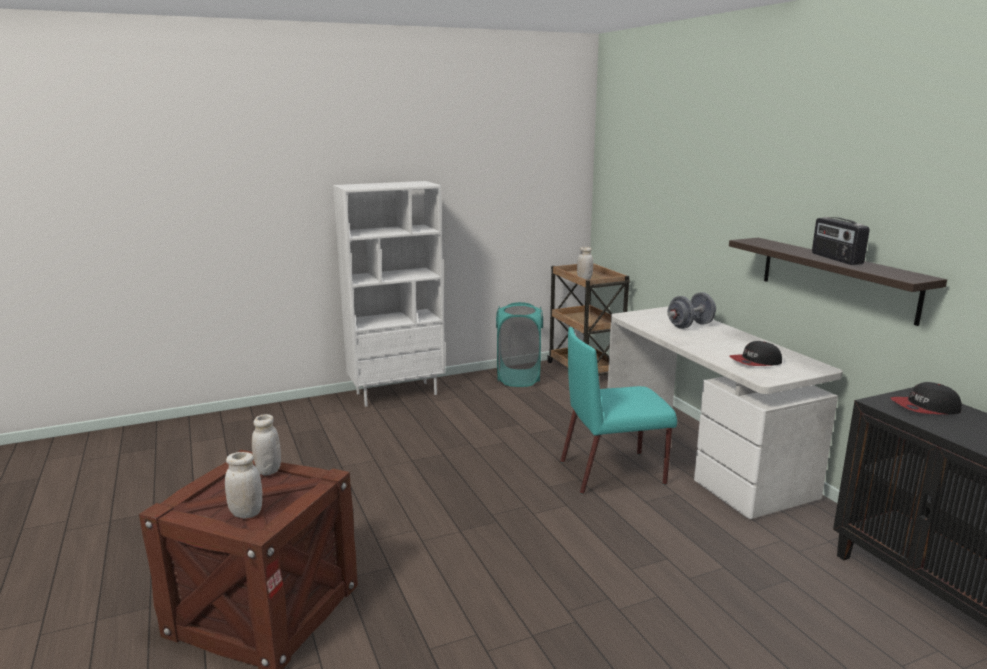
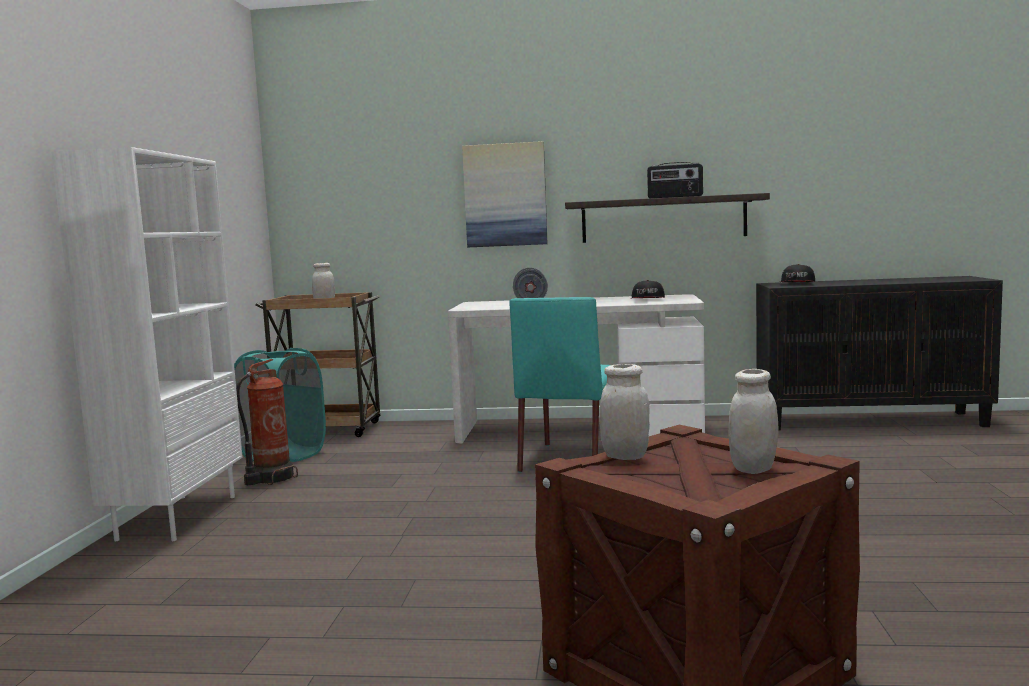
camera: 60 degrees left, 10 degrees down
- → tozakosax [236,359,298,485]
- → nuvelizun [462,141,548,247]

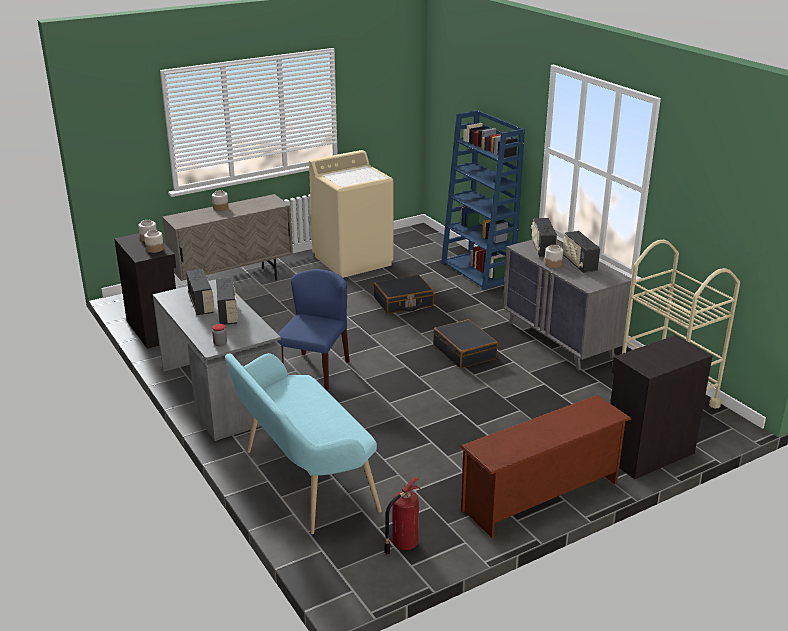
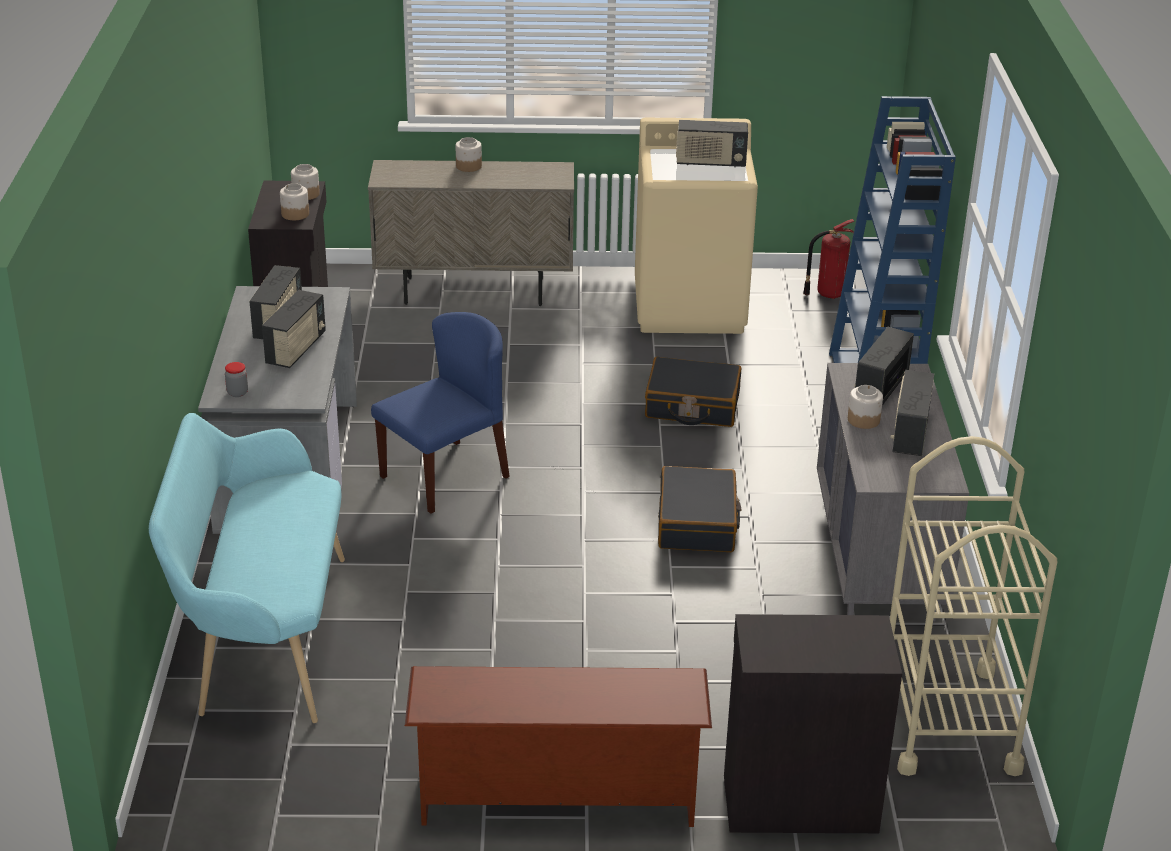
camera: 30 degrees right, 5 degrees up
- → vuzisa [676,120,748,167]
tozakosax [384,476,421,555] → tozakosax [803,219,854,299], moved

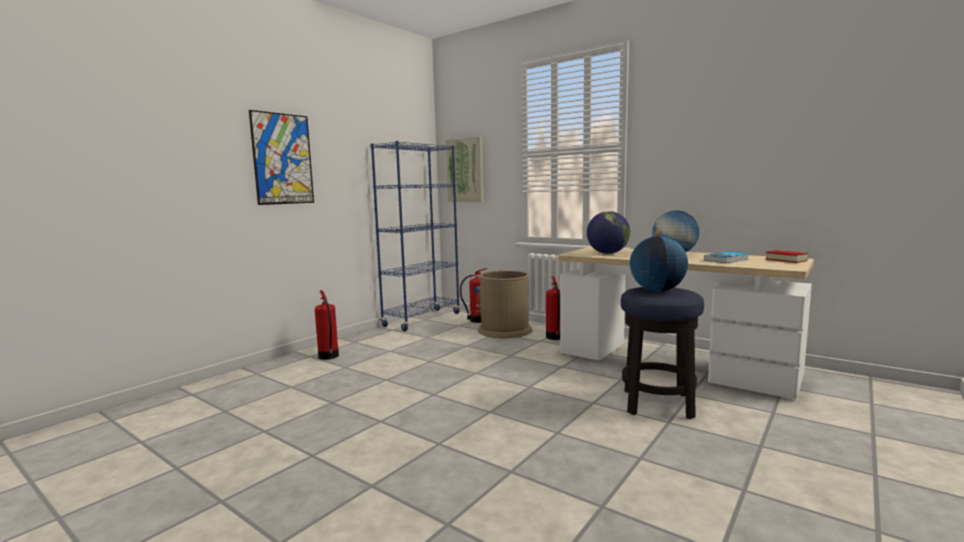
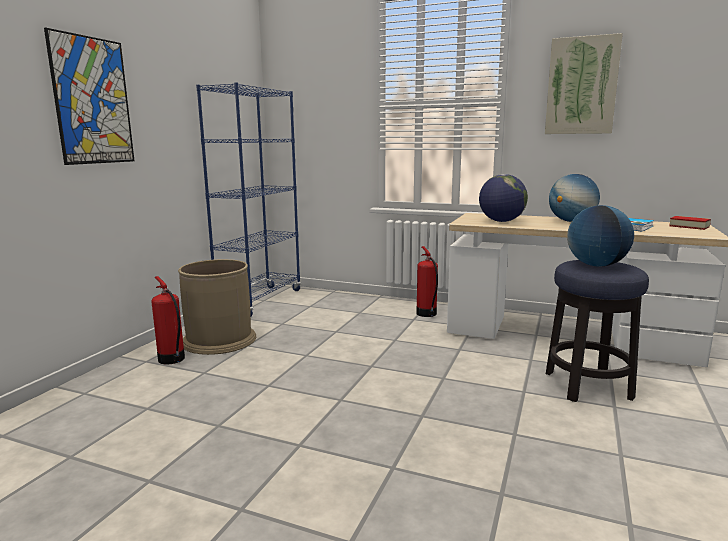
camera: 15 degrees left, 5 degrees up
tozakosax [460,268,487,323] → -
nuvelizun [446,136,484,202] → nuvelizun [545,33,623,134], moved
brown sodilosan [478,271,532,338] → brown sodilosan [178,259,256,355], moved

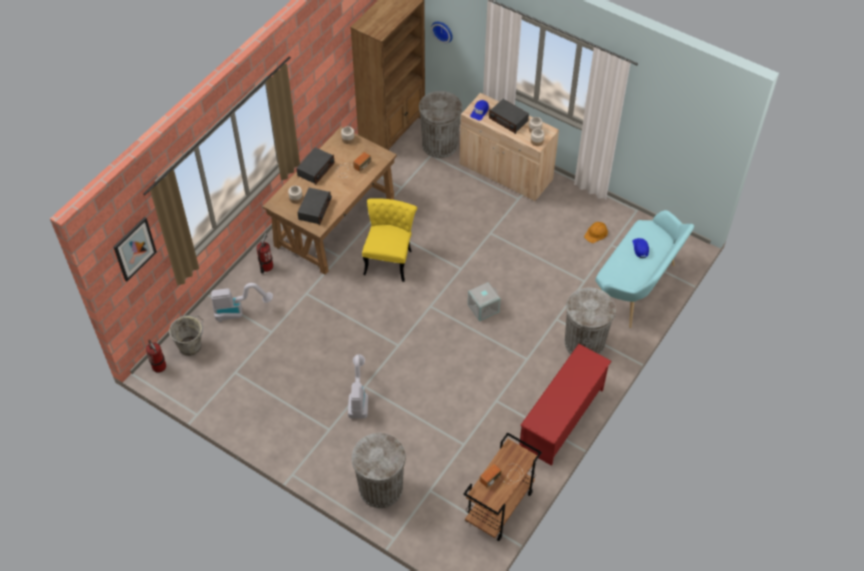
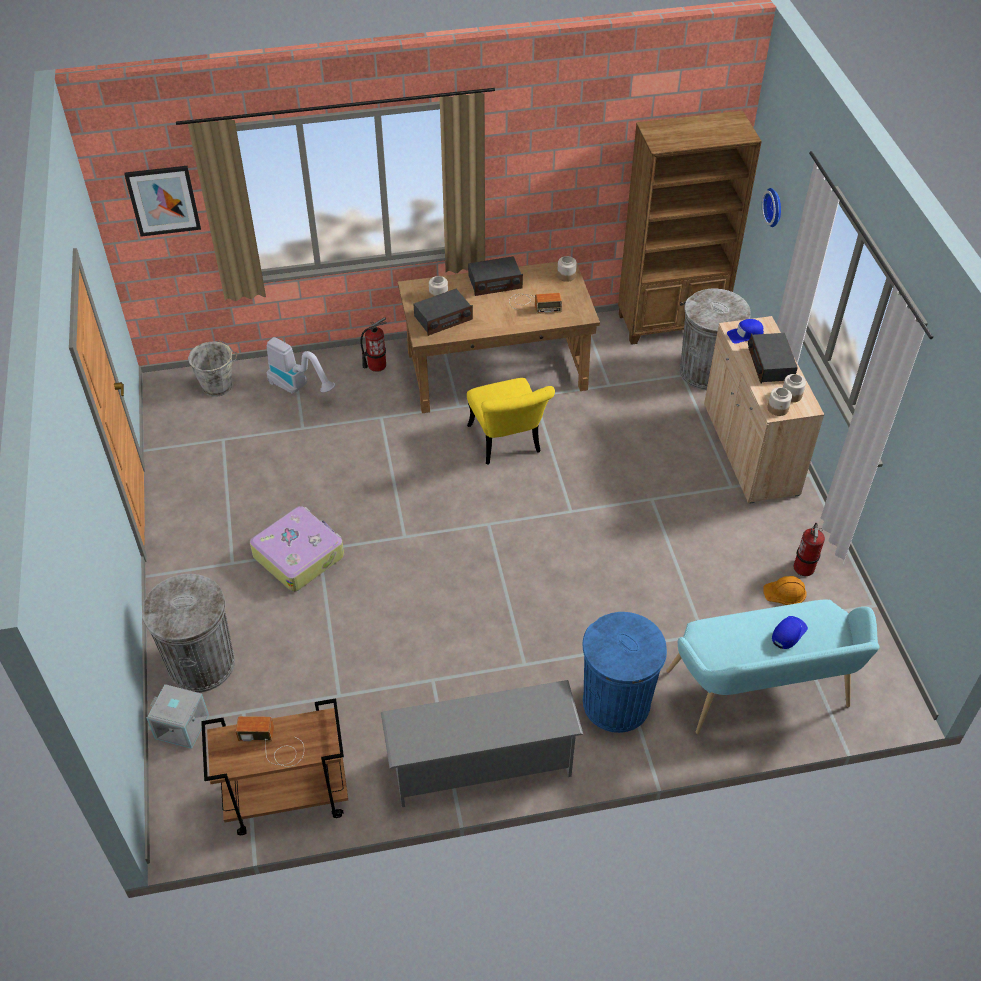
camera: 45 degrees right, 5 degrees down
tozakosax [146,340,166,373] → tozakosax [794,523,825,576], moved
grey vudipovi [468,282,501,321] → grey vudipovi [147,684,209,749], moved
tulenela [348,354,368,418] → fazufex [250,506,344,592]
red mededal [519,344,612,466] → grey mededal [381,680,584,807]
grey sodilosan [564,287,616,355] → blue sodilosan [582,612,667,733]
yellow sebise [362,198,417,282] → yellow sebise [467,378,555,465], 105 degrees clockwise

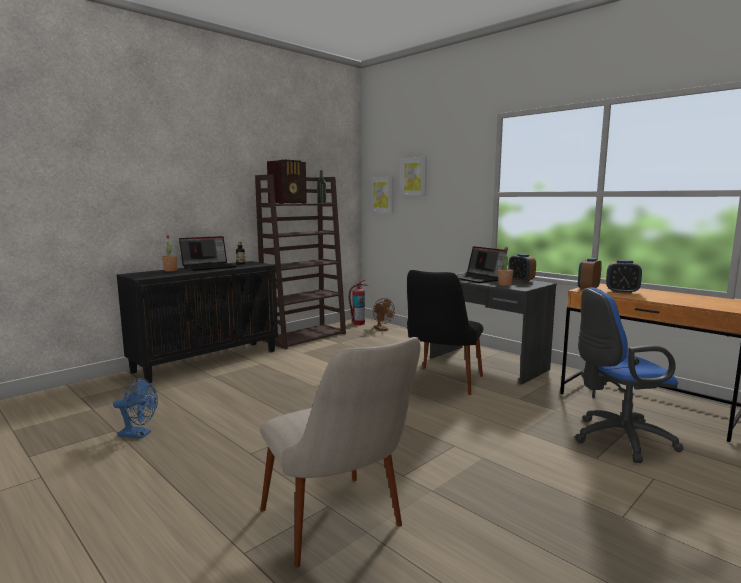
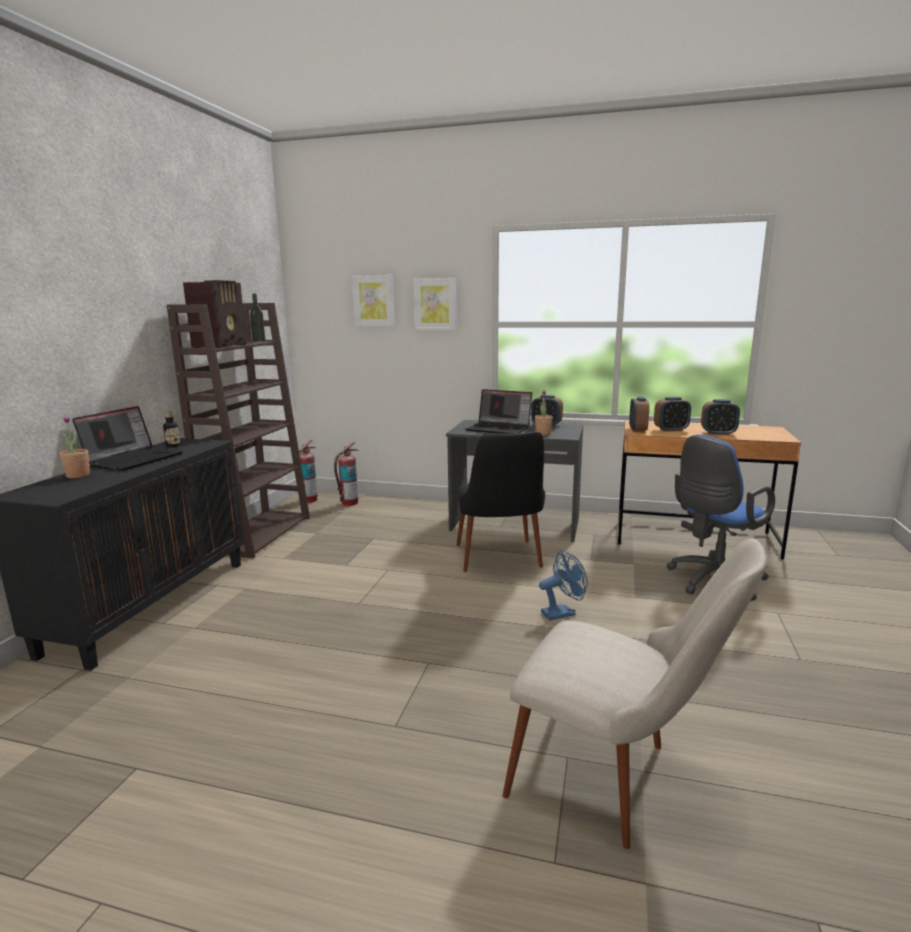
camera: 30 degrees left, 5 degrees up
- → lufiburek [701,399,740,435]
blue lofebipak [113,378,158,439] → blue lofebipak [539,550,588,620], moved
nuvelizun [370,177,394,213] → nuvelizun [413,278,457,330], moved
brown lofebipak [373,298,395,331] → tozakosax [334,442,359,506]

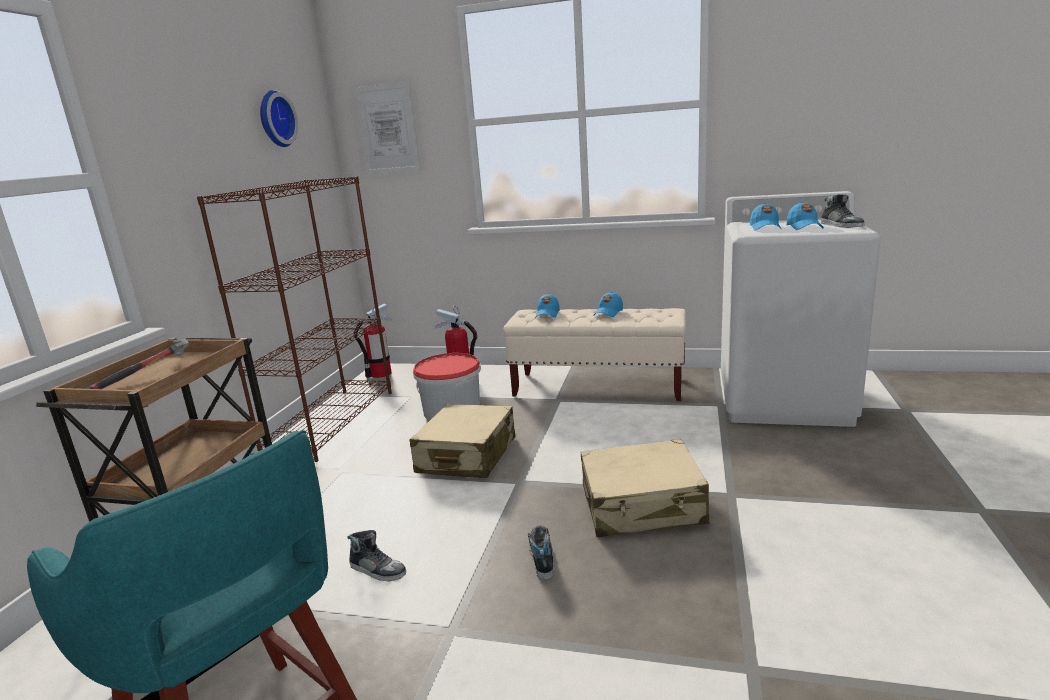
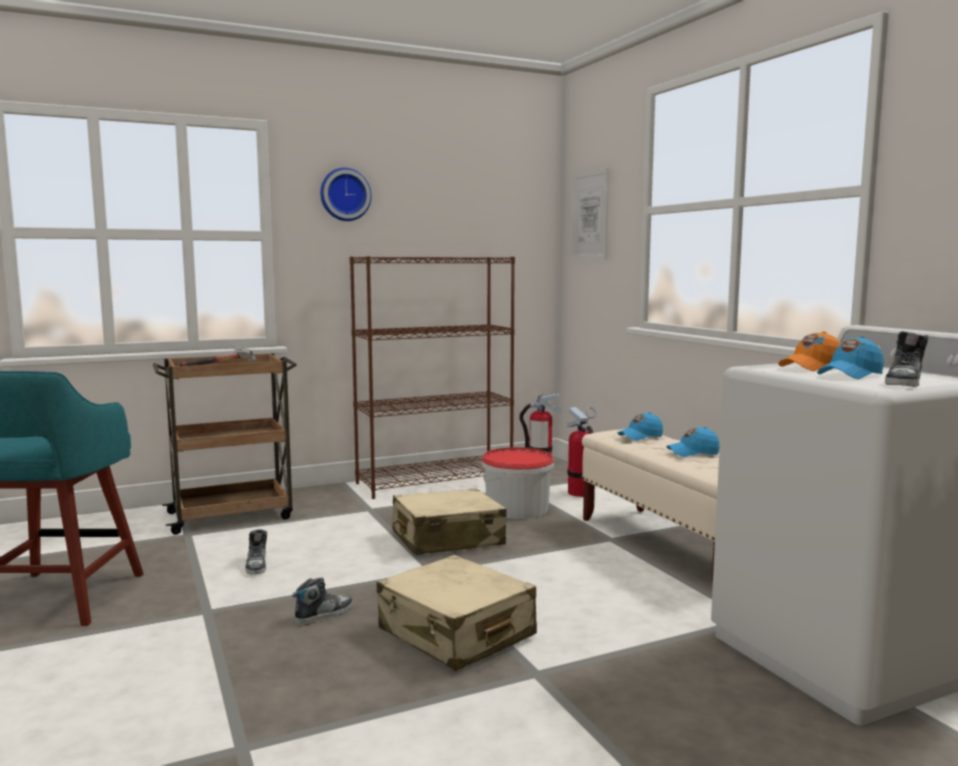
camera: 50 degrees right, 10 degrees down
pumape [260,90,298,147] → pumape [320,168,372,221], moved
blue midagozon [750,203,781,230] → orange midagozon [778,332,841,371]

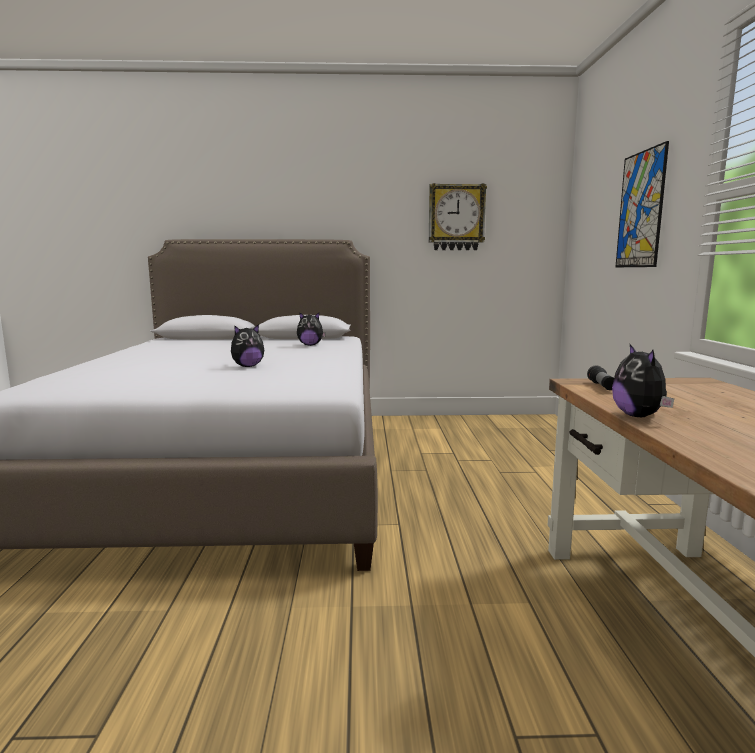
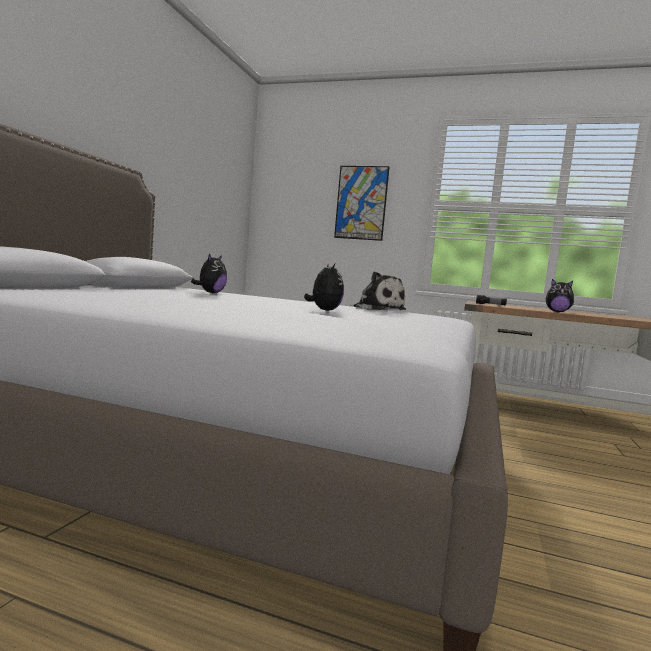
camera: 70 degrees left, 5 degrees down
pumape [429,183,487,250] → -
- → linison [350,271,406,310]

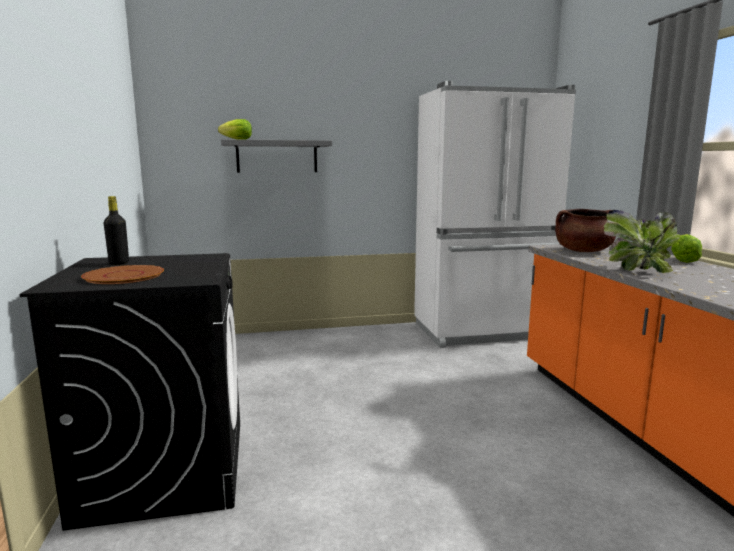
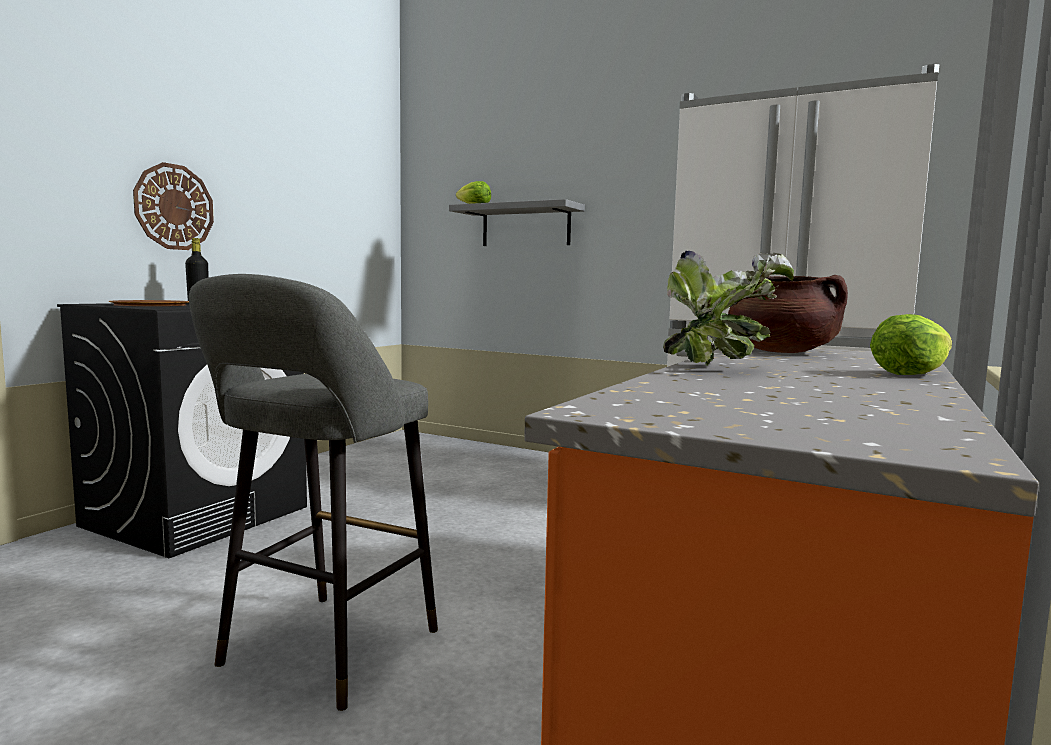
camera: 40 degrees right, 5 degrees down
- → pumape [133,162,214,250]
- → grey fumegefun [189,274,438,711]

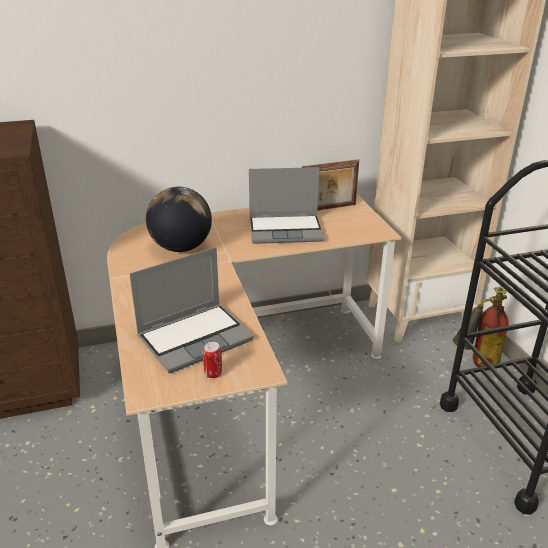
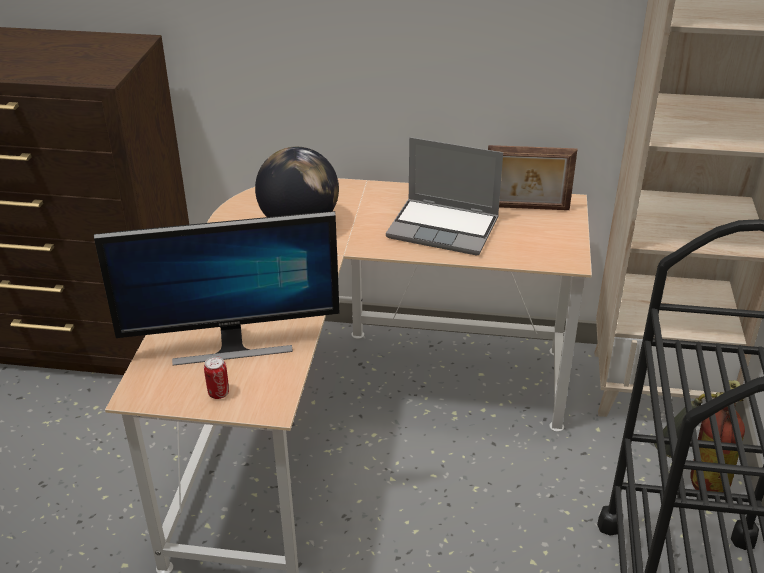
camera: 25 degrees right, 5 degrees up
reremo [129,247,254,373] → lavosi [94,211,339,366]

